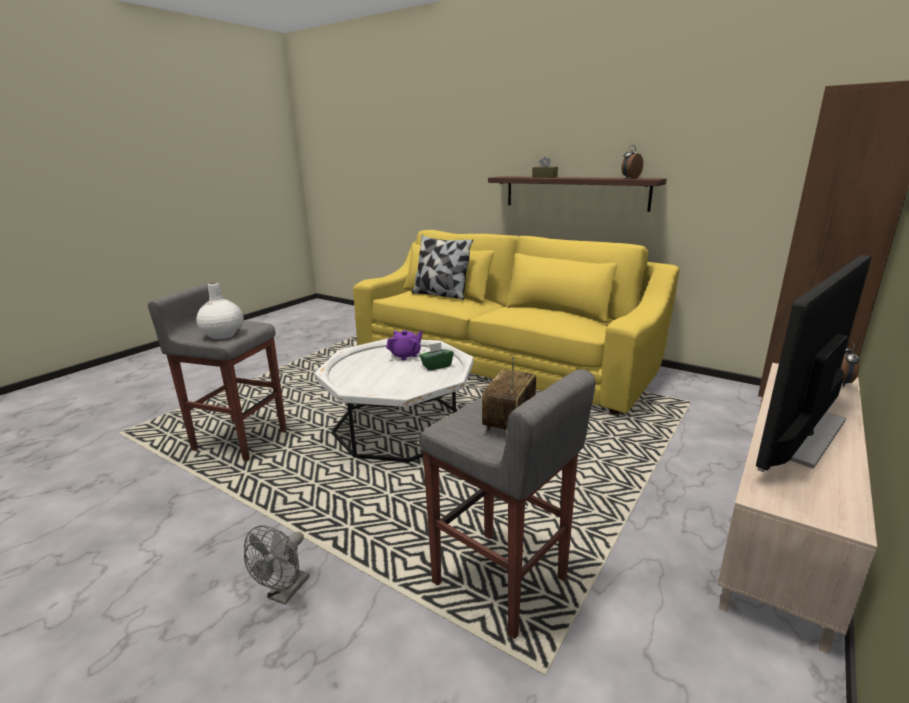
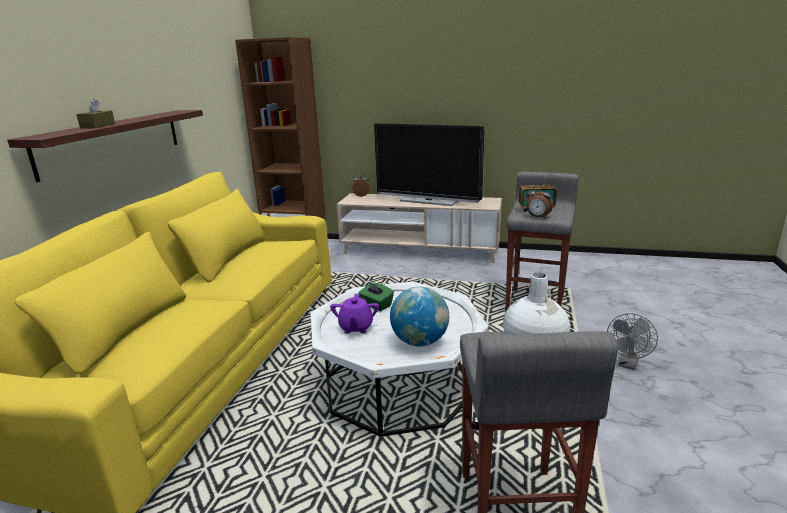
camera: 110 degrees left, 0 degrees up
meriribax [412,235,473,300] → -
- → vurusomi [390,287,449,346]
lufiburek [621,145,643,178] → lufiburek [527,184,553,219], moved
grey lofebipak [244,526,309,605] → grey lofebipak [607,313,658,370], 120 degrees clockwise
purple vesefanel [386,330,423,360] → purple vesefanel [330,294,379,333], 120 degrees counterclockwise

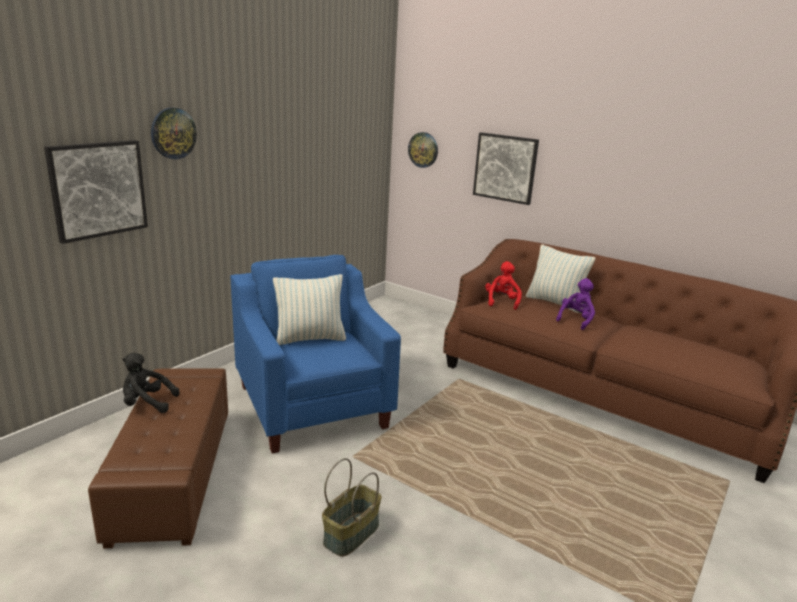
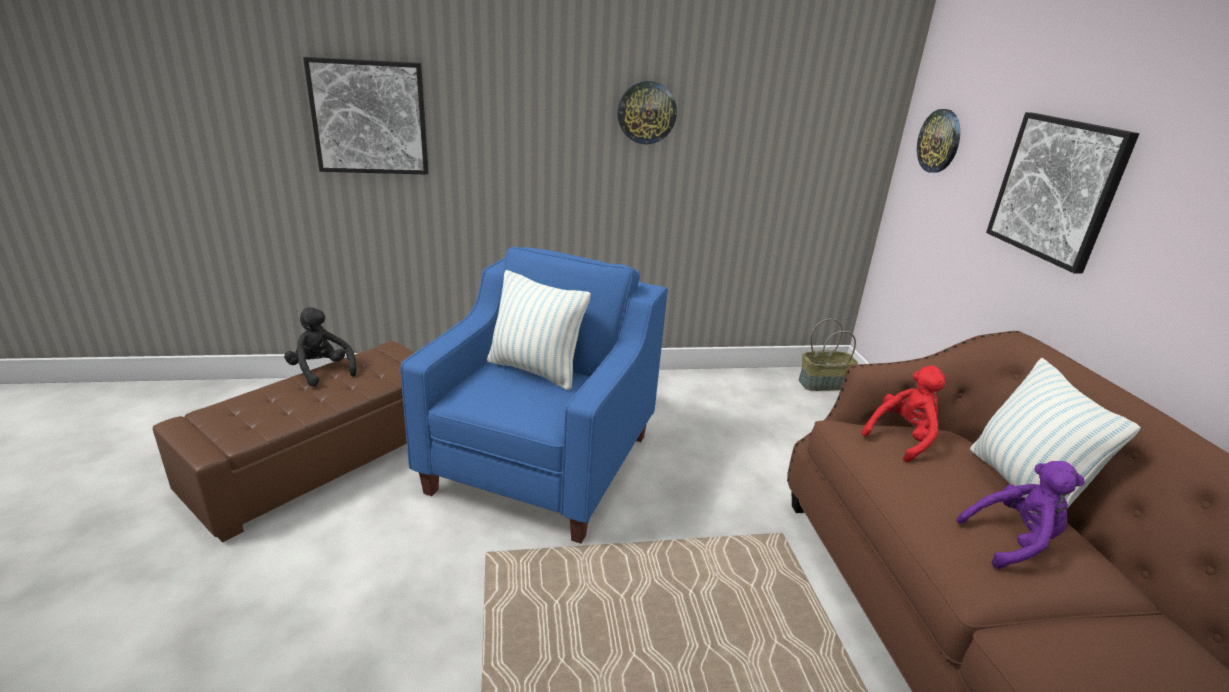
camera: 45 degrees right, 5 degrees up
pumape [151,108,197,159] → pumape [617,81,677,144], moved
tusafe [322,458,382,556] → tusafe [799,319,858,391], moved

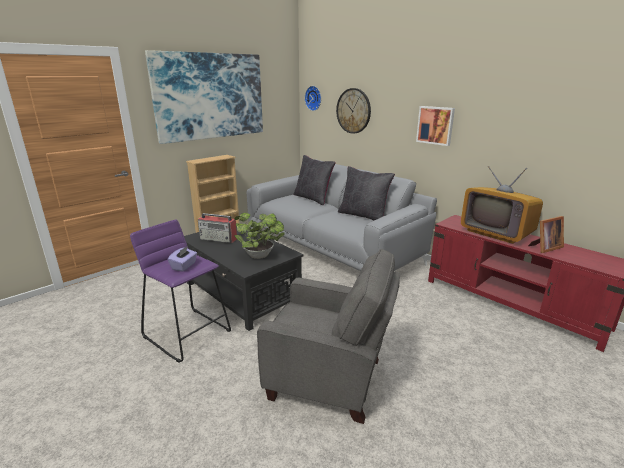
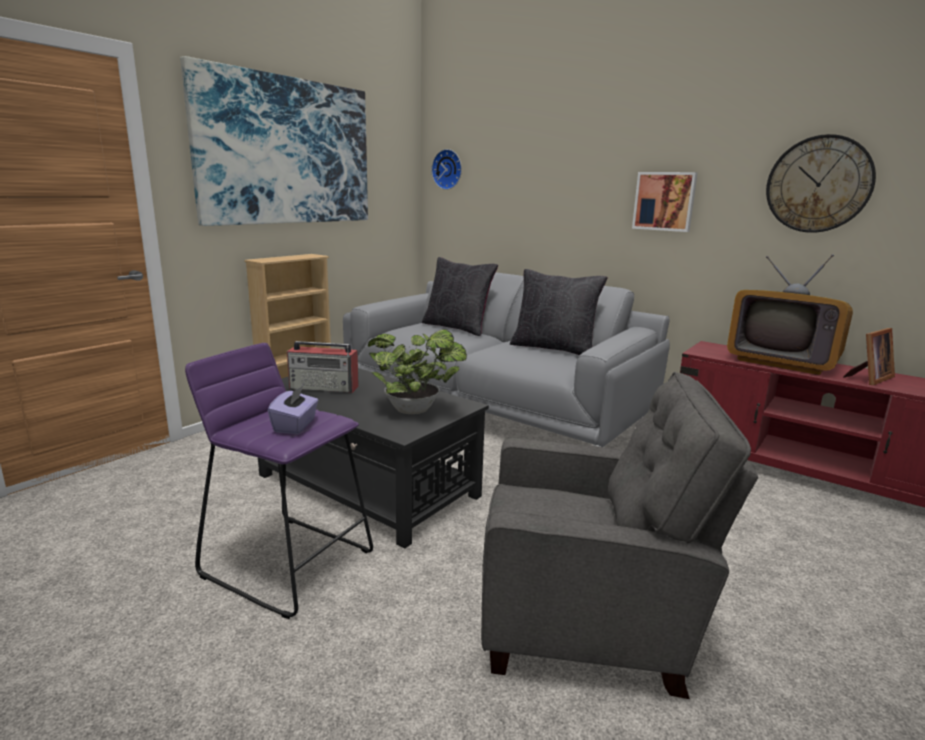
camera: 10 degrees left, 5 degrees down
pumape [336,88,371,134] → pumape [766,134,876,233], moved

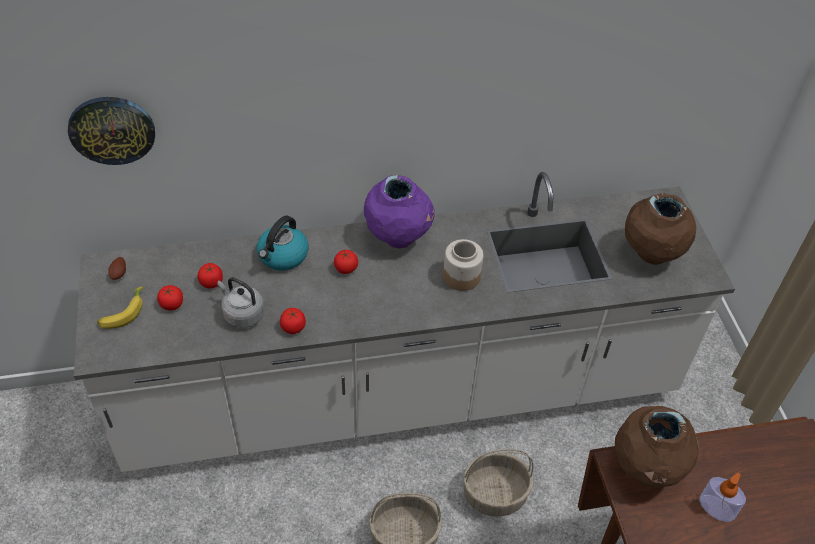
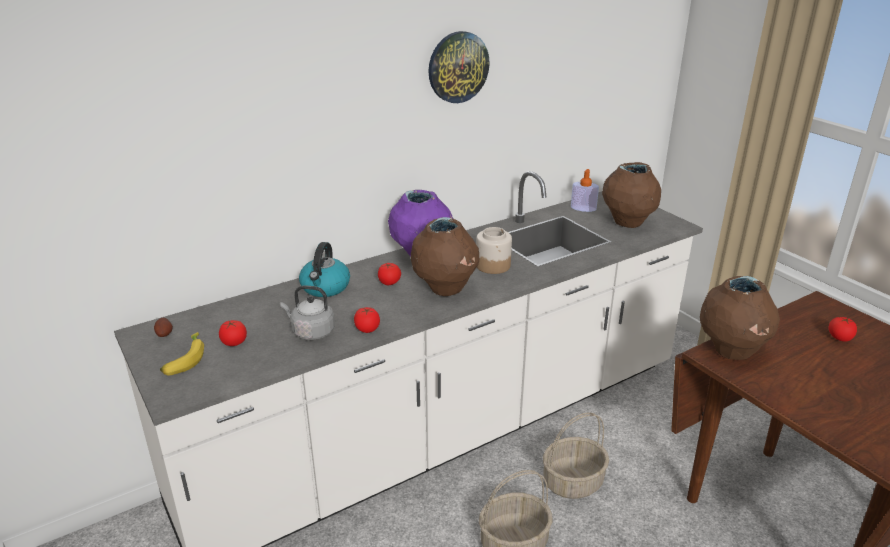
camera: 20 degrees left, 20 degrees down
- → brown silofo [411,217,479,296]
pumape [68,97,155,165] → pumape [428,31,490,103], moved
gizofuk [197,263,223,289] → gizofuk [829,317,857,342], moved
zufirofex [699,472,746,522] → zufirofex [571,169,599,212], moved

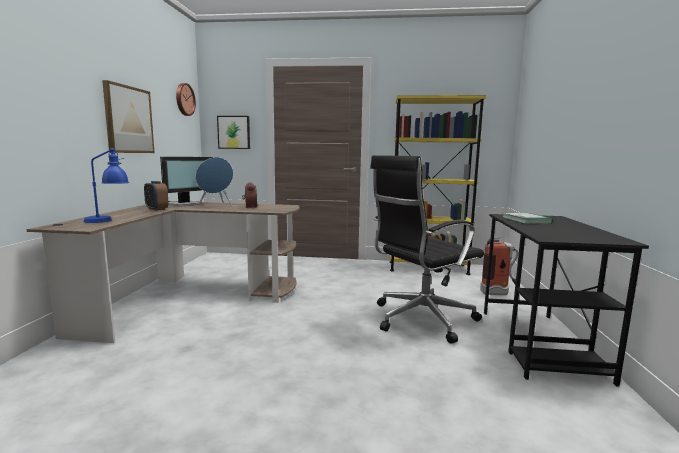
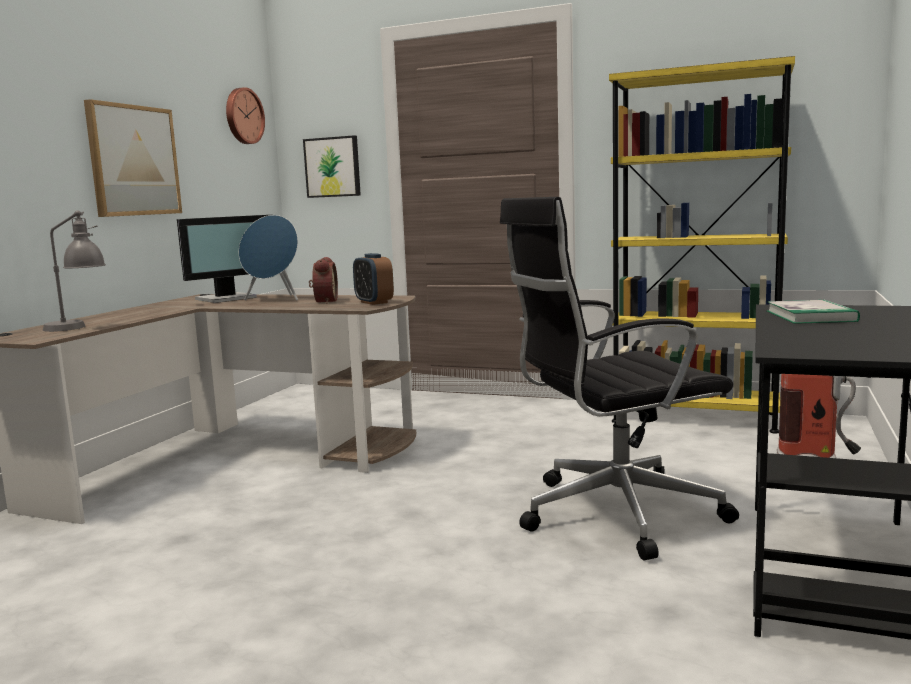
camera: 15 degrees right, 0 degrees up
lufiburek [144,181,168,211] → lufiburek [353,253,394,305], moved
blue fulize [84,148,129,223] → grey fulize [43,210,106,332]

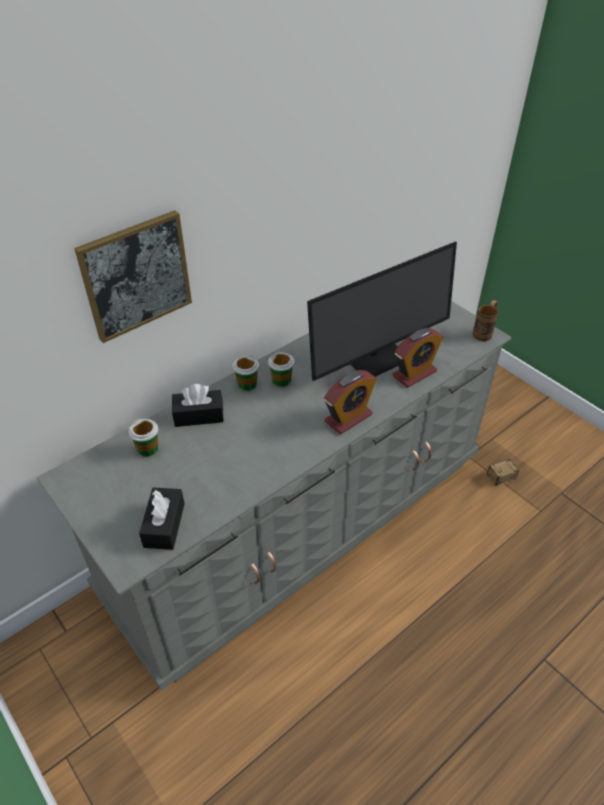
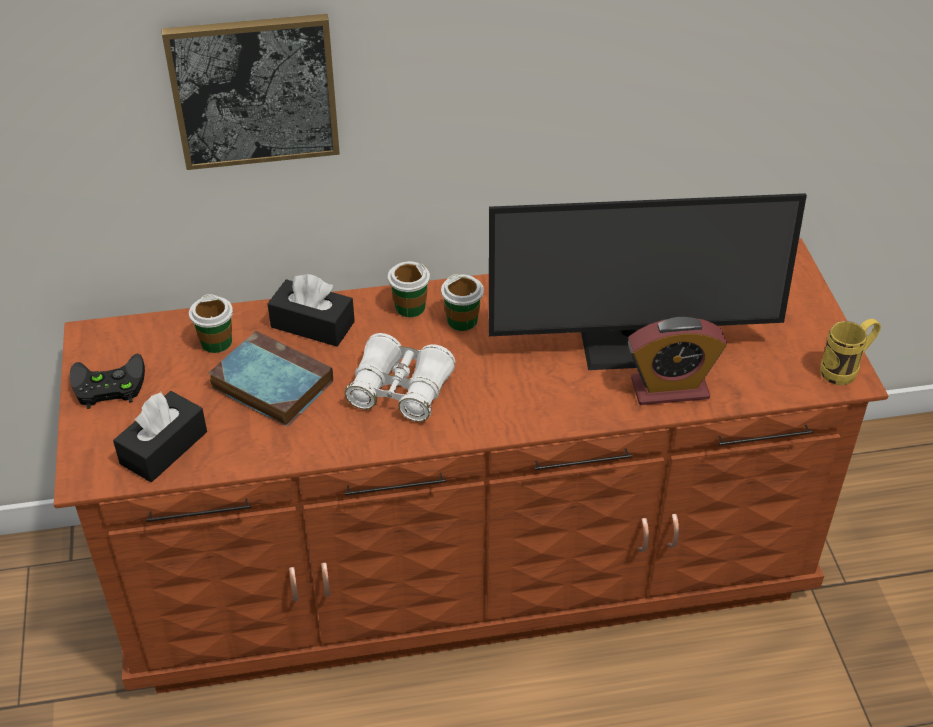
camera: 30 degrees right, 0 degrees up
lufiburek [324,370,377,434] → -
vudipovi [473,459,519,486] → -
- → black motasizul [70,353,145,409]
- → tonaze [209,331,333,427]
- → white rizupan [345,333,455,422]
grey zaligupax [37,301,512,691] → brown zaligupax [54,238,889,693]
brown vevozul [473,300,498,341] → yellow vevozul [820,319,881,385]

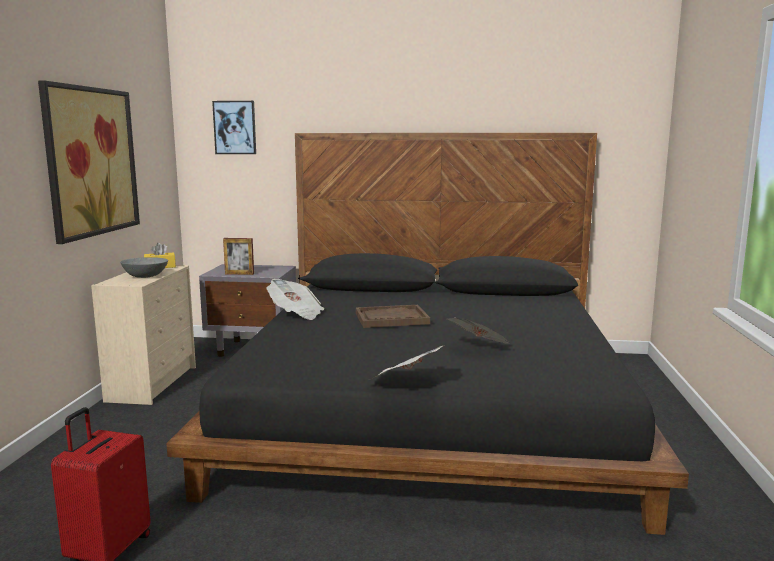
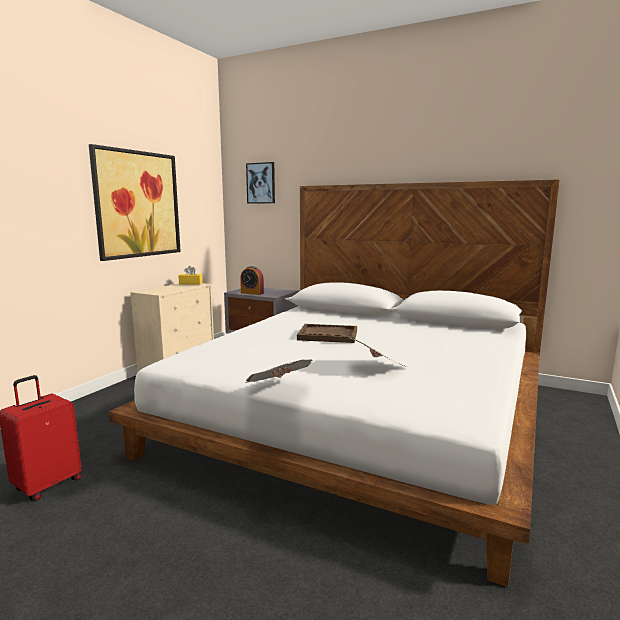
camera: 20 degrees right, 0 degrees up
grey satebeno [120,257,168,278] → -
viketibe [266,279,324,320] → -
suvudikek [223,238,254,275] → lufiburek [240,266,264,295]
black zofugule [166,133,689,535] → white zofugule [109,179,560,587]

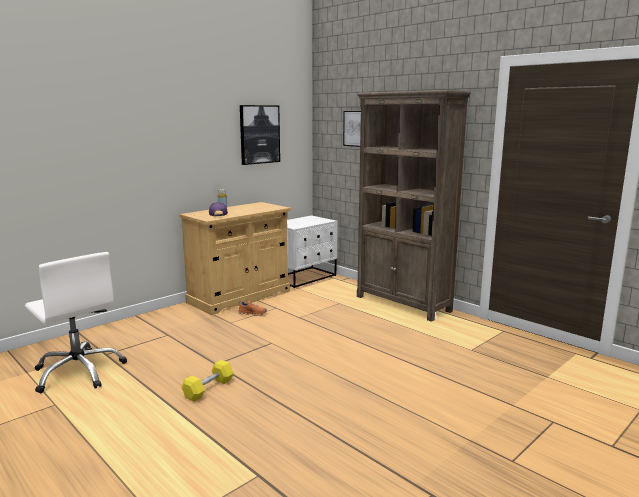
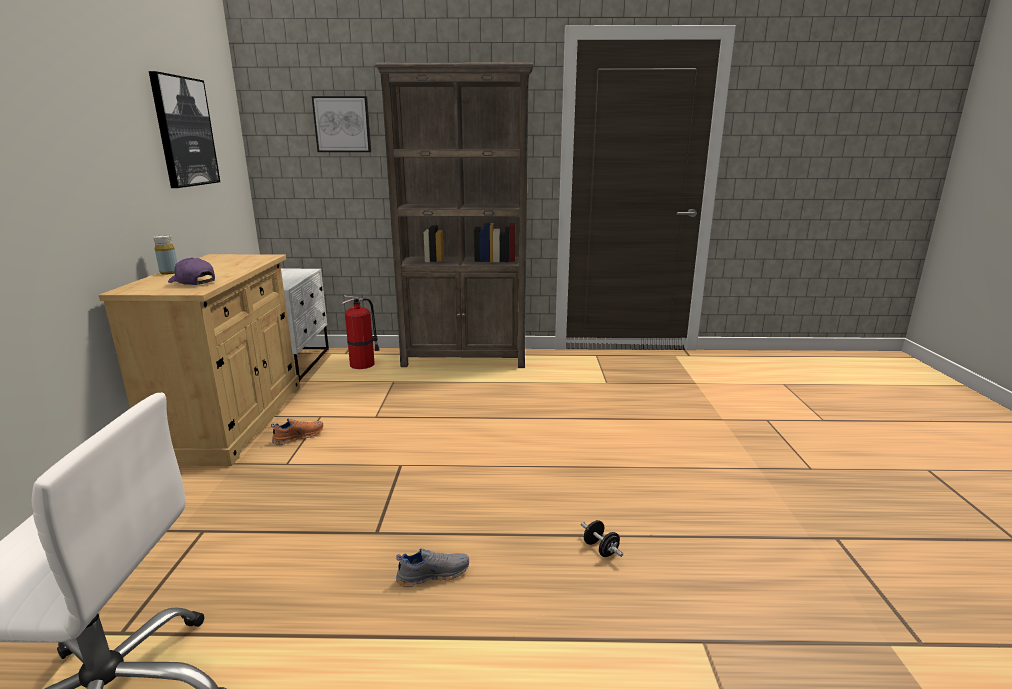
camera: 45 degrees left, 5 degrees up
- → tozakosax [342,295,380,369]
- → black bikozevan [581,520,623,557]
yellow bikozevan [181,360,234,402] → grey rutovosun [396,548,469,587]

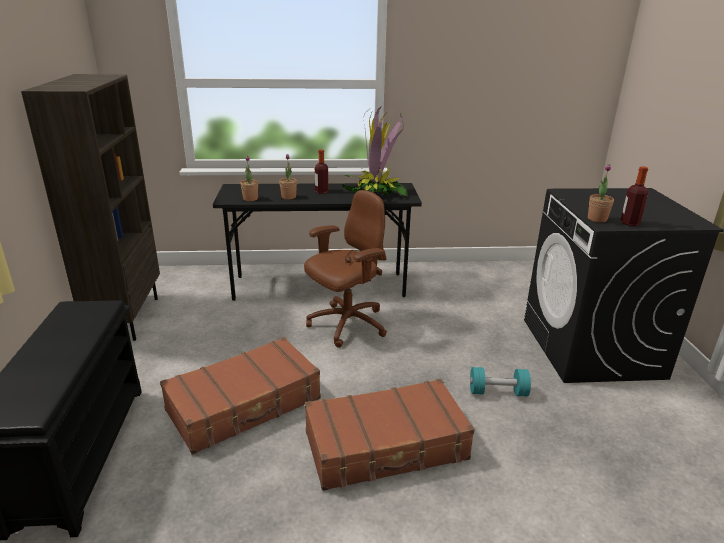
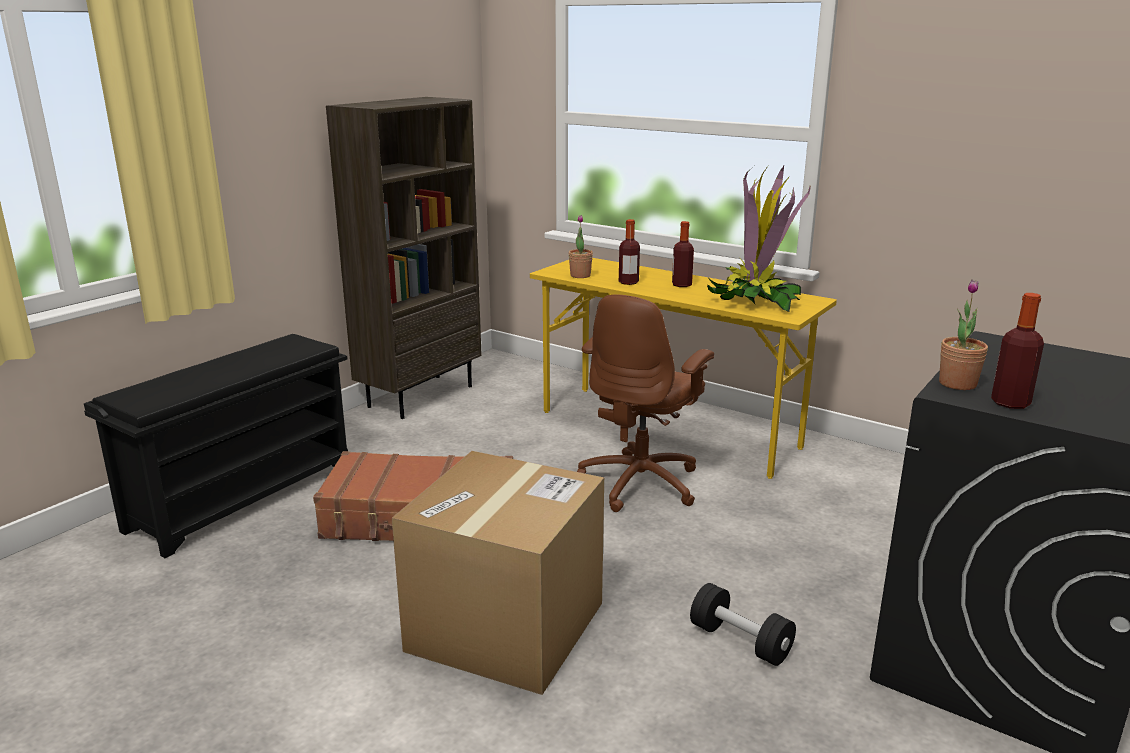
camera: 40 degrees right, 5 degrees down
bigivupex [279,154,297,199] → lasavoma [619,219,640,285]
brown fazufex [305,379,475,491] → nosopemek [392,451,604,695]
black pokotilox [213,183,422,301] → yellow pokotilox [530,258,837,479]
turquoise bikozevan [470,367,531,396] → black bikozevan [690,583,796,666]
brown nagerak [304,190,387,348] → brown nagerak [577,295,714,512], 120 degrees clockwise

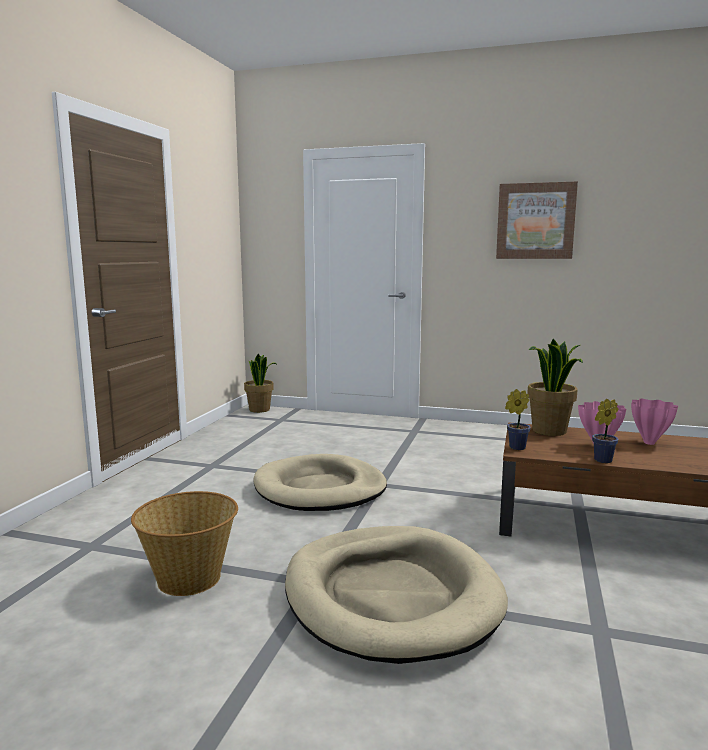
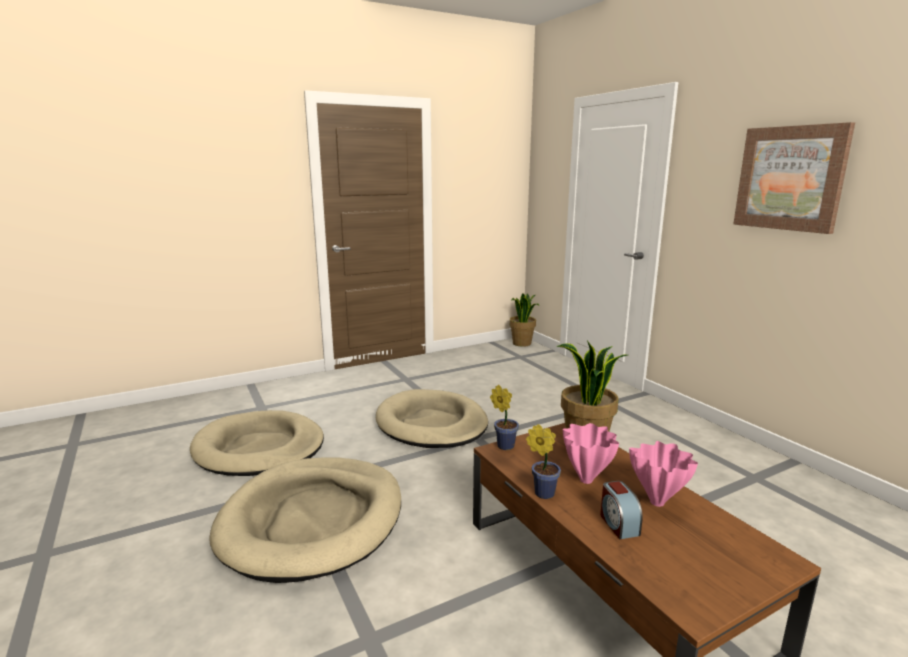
camera: 45 degrees right, 5 degrees up
- → lufiburek [600,481,643,539]
tusafe [131,491,238,596] → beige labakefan [190,410,324,476]

